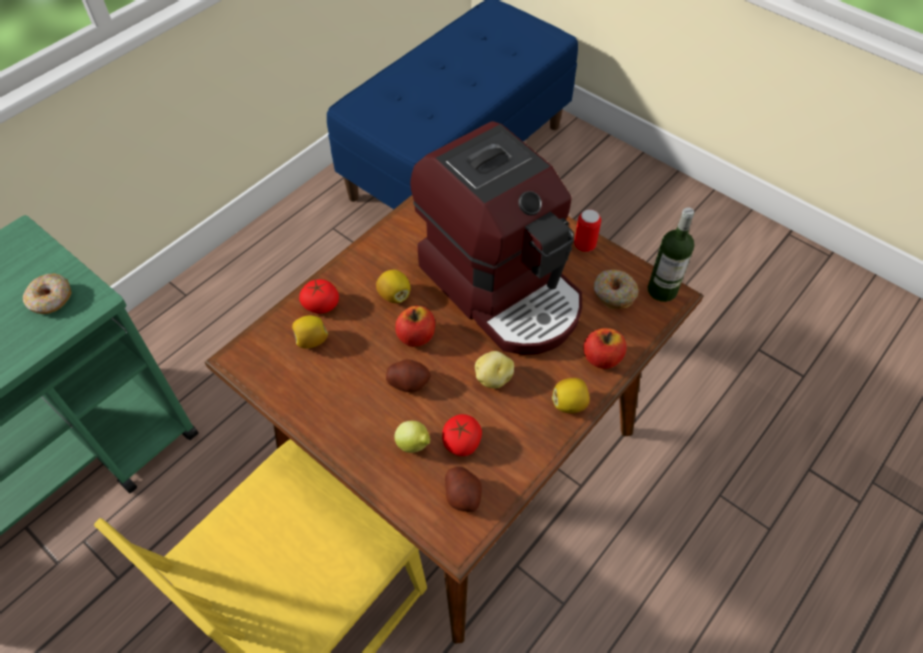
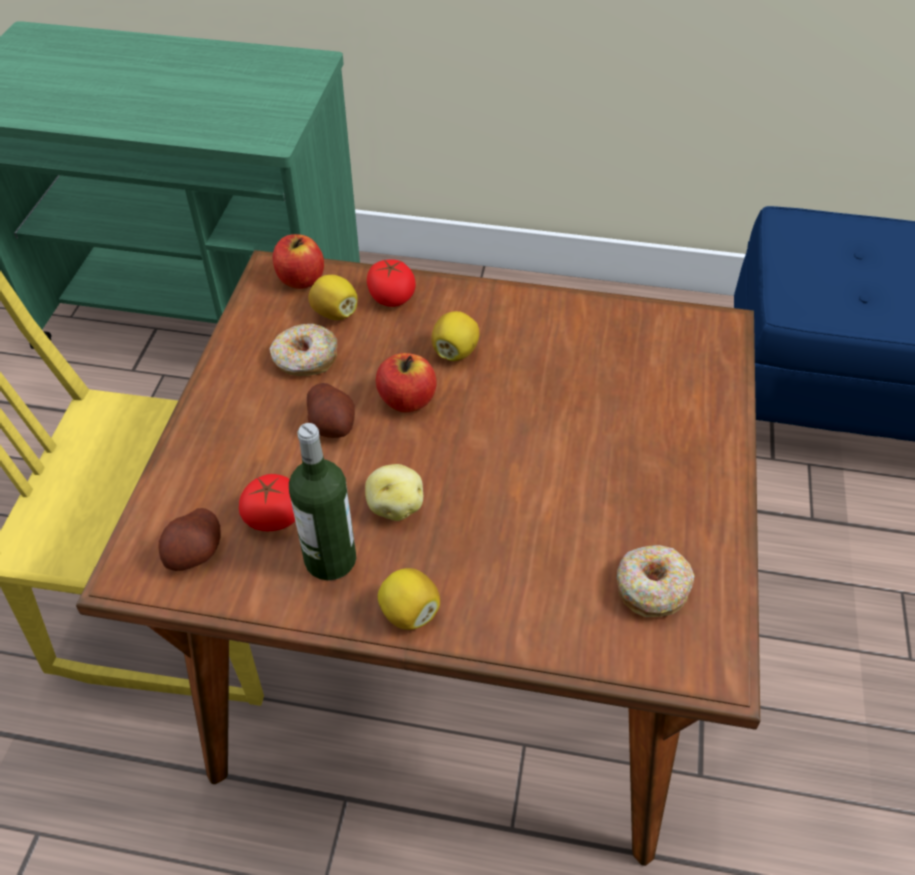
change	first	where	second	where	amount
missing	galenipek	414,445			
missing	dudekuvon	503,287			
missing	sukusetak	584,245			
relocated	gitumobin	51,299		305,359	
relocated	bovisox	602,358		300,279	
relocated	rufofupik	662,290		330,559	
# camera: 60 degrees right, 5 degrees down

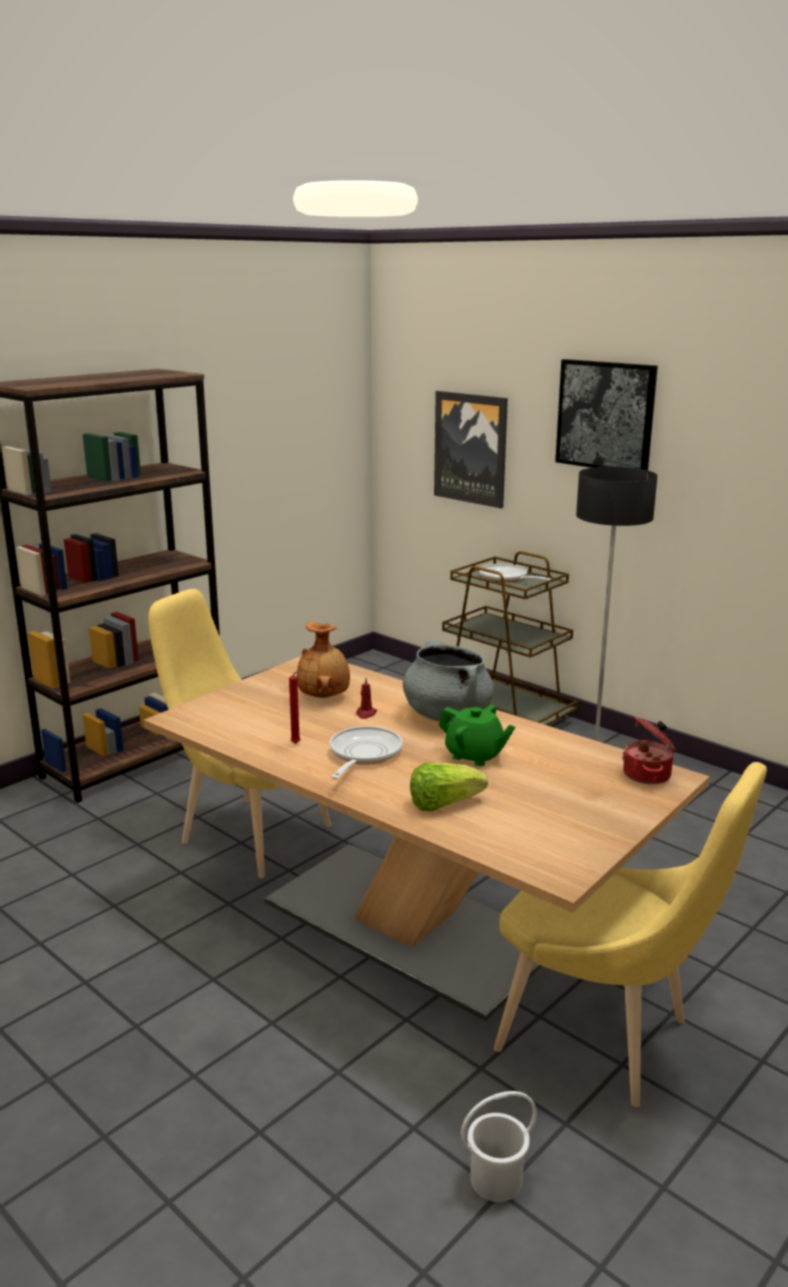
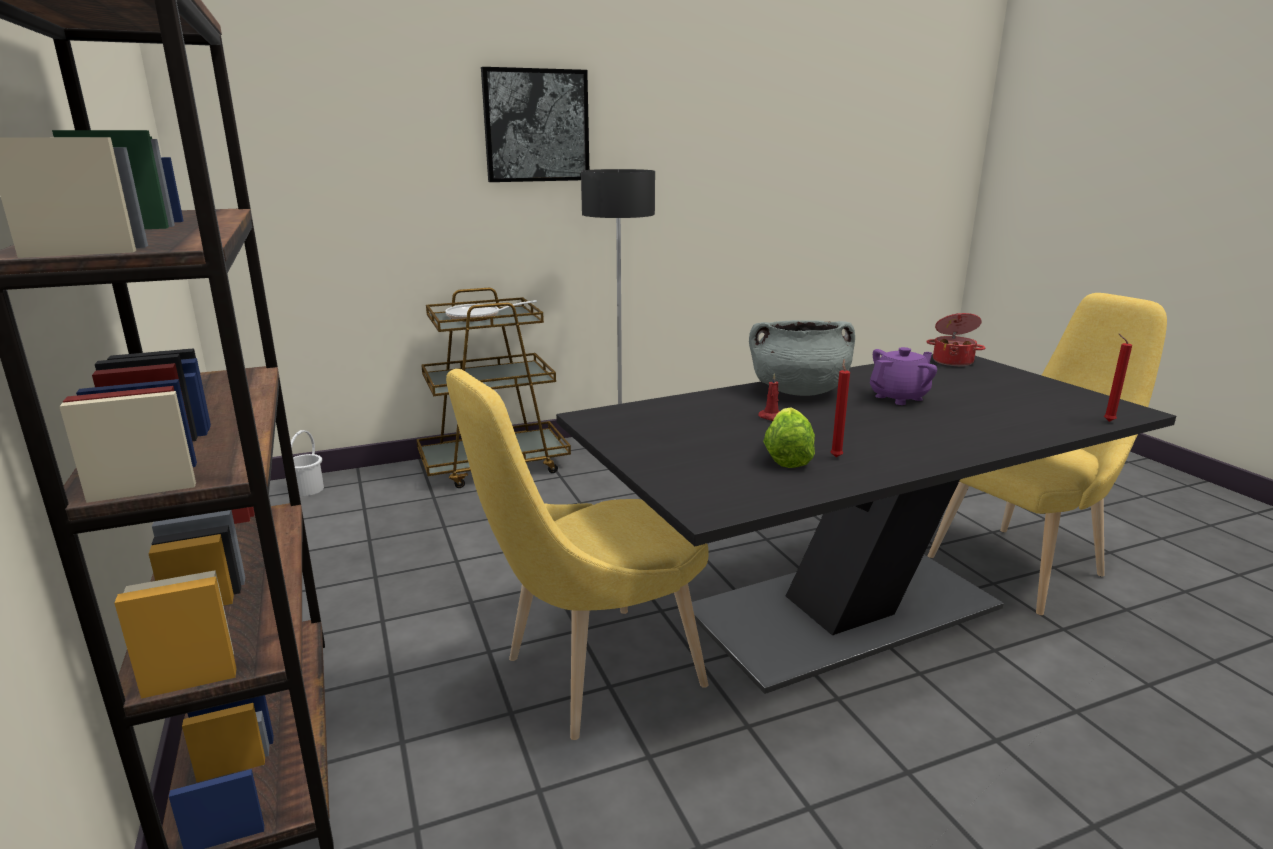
change	first	where	second	where	amount
missing	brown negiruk	325,697			
missing	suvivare	363,755			
missing	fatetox	471,448			
appeared			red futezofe	1107,421	
relocated	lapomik	443,804		787,457	
relocated	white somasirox	497,1180		309,489	
colour	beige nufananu	408,925	black nufananu	843,610	
colour	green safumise	475,756	purple safumise	899,397	
# camera: 65 degrees left, 0 degrees up

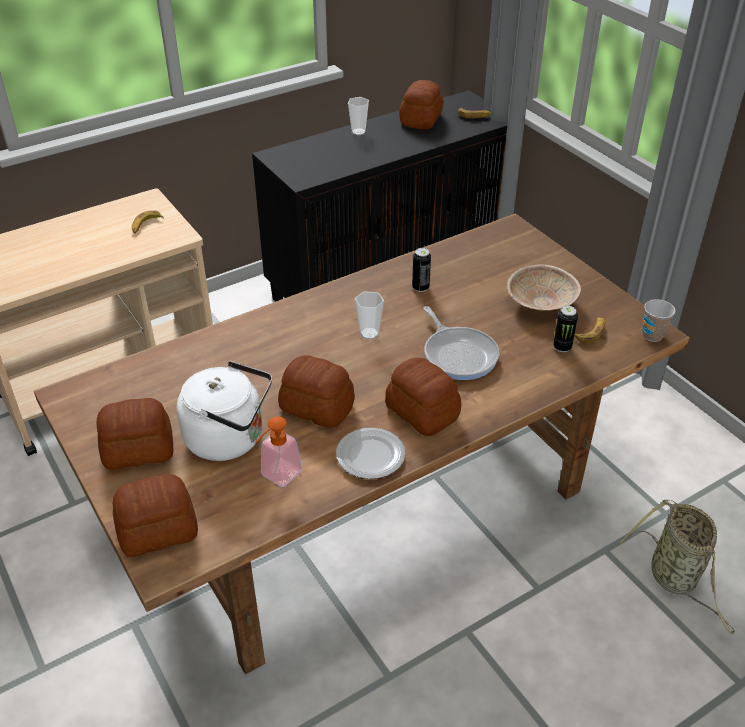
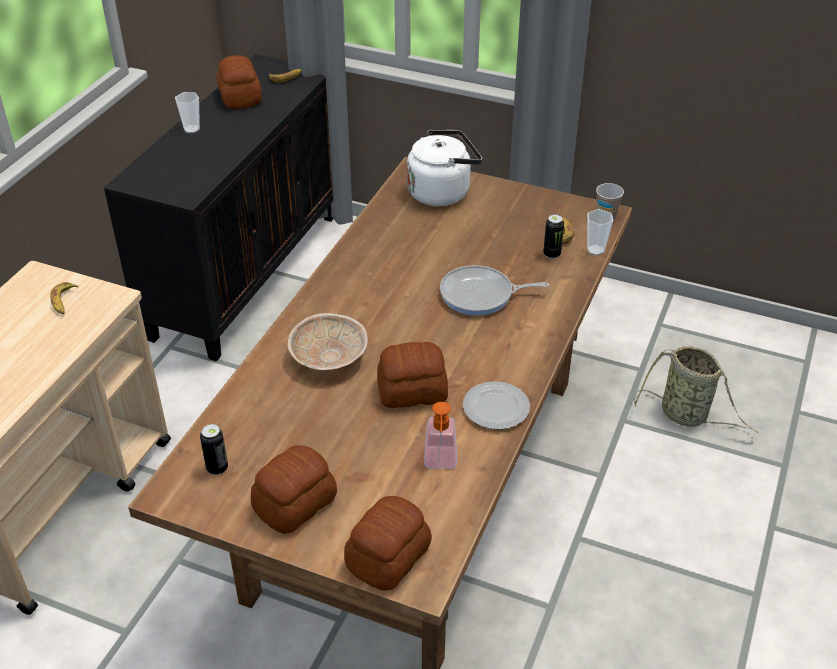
change	first	where	second	where	amount
missing	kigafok	422,412			
relocated	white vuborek	230,438		442,192	
relocated	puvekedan	369,333		595,250	
relocated	sukusetak	420,287		217,468	
relocated	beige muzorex	540,303		328,358	
spun	suvivare	459,354		480,295	150 degrees clockwise
# camera: 35 degrees left, 0 degrees up

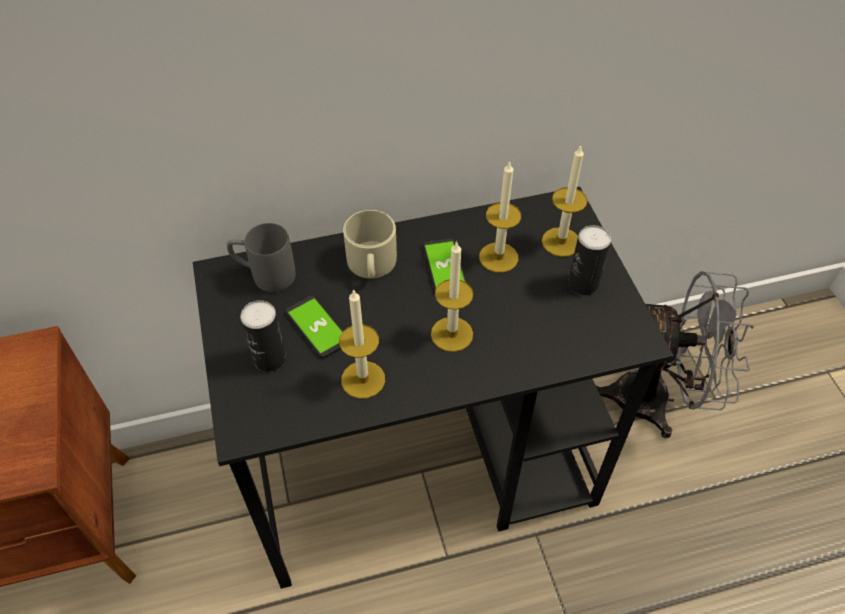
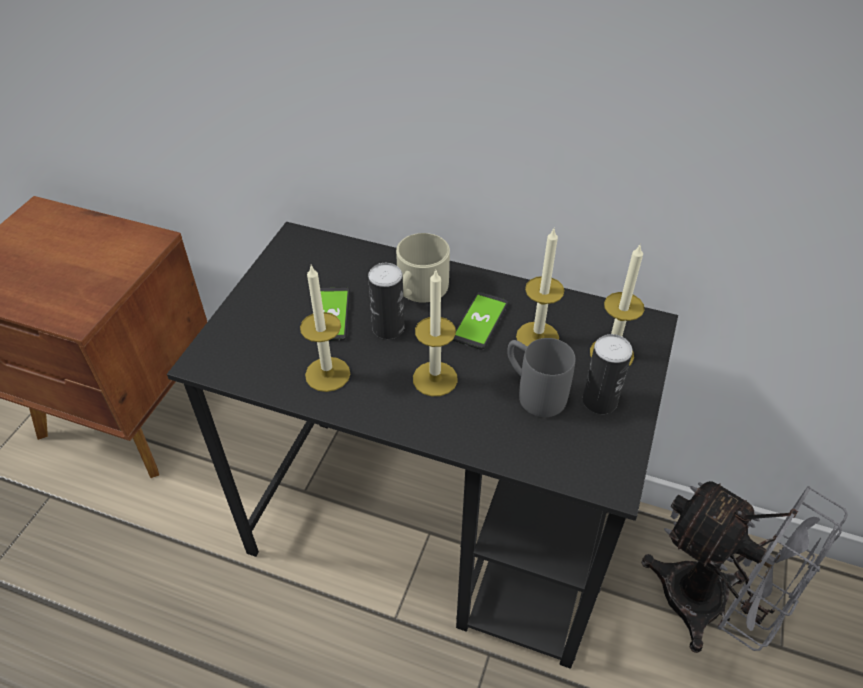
change	first	where	second	where	amount
relocated	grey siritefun	264,275		533,392	
relocated	sukusetak	269,358		388,328	
# camera: 35 degrees right, 5 degrees down

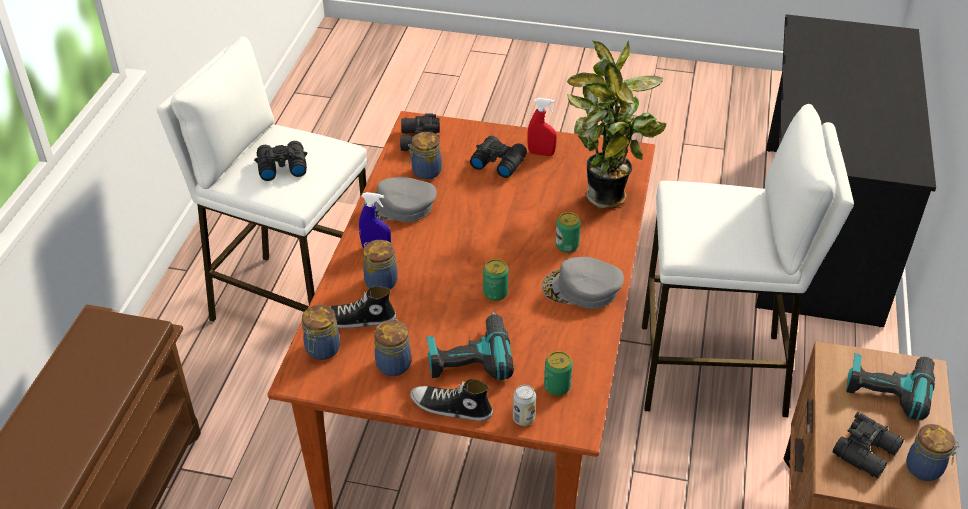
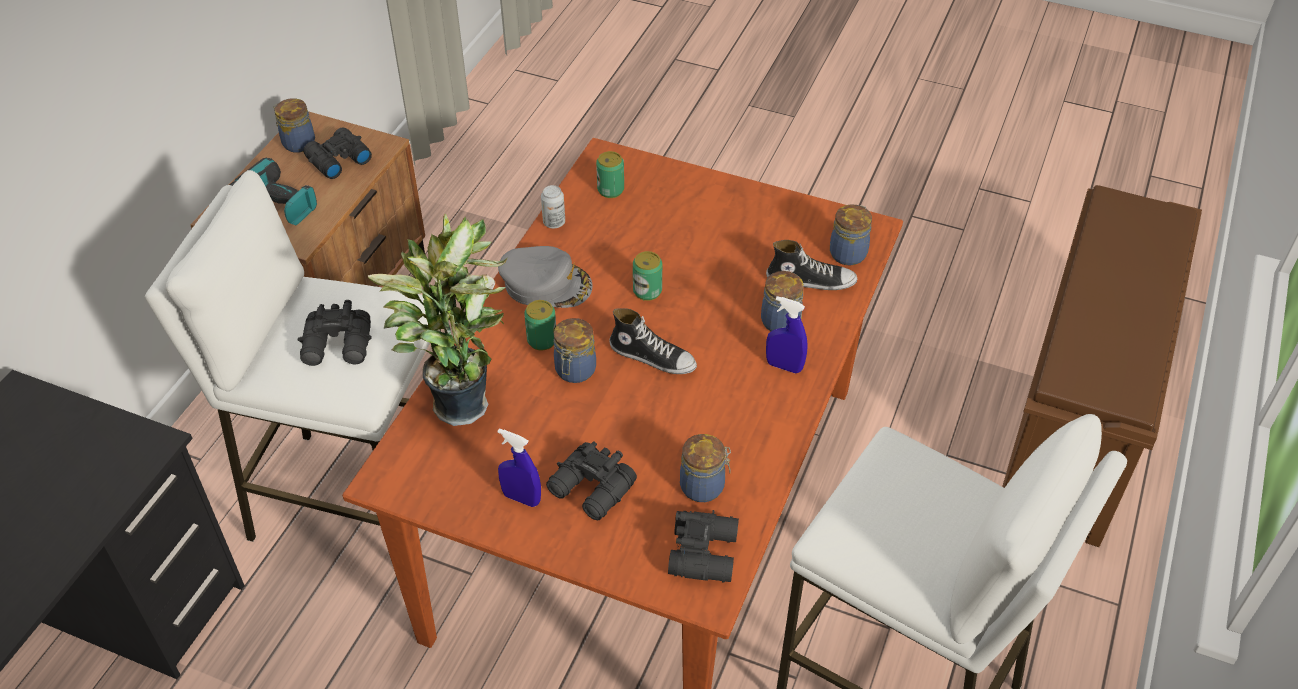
change	first	where	second	where	amount
missing	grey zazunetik	400,206			
missing	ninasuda	469,356			
relocated	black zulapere	281,166		339,346	
relocated	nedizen	394,363		574,371	
relocated	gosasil	451,408		653,356	
relocated	sukusetak	523,418		554,222	
colour	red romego	541,153	blue romego	521,498	
# camera: 170 degrees left, 5 degrees up

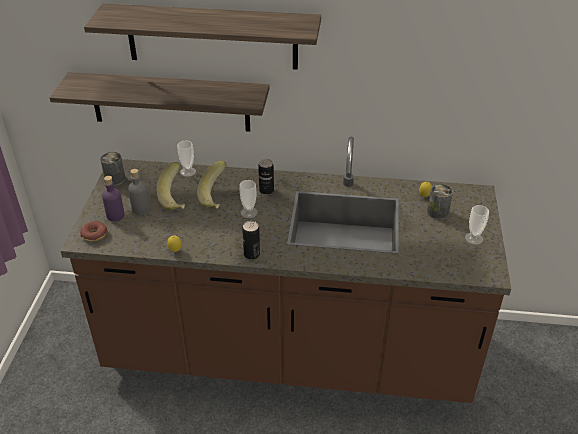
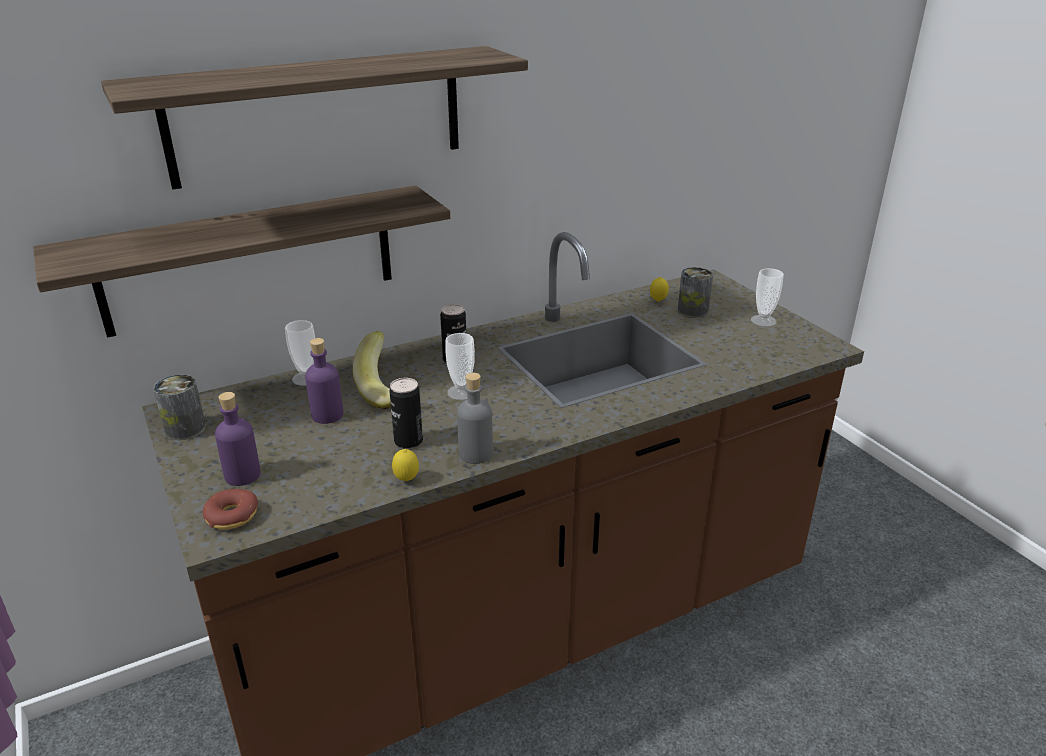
change	first	where	second	where	amount
relocated	grey rufofupik	140,208		475,454	
relocated	sukusetak	252,254		408,441	
exchanged	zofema	177,198	purple rufofupik	327,415	
# camera: 35 degrees left, 10 degrees down

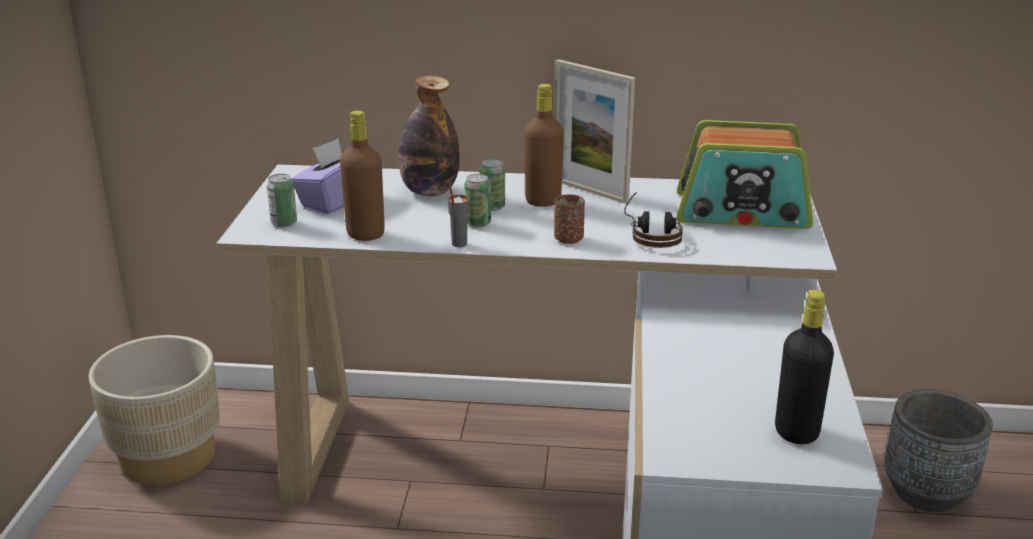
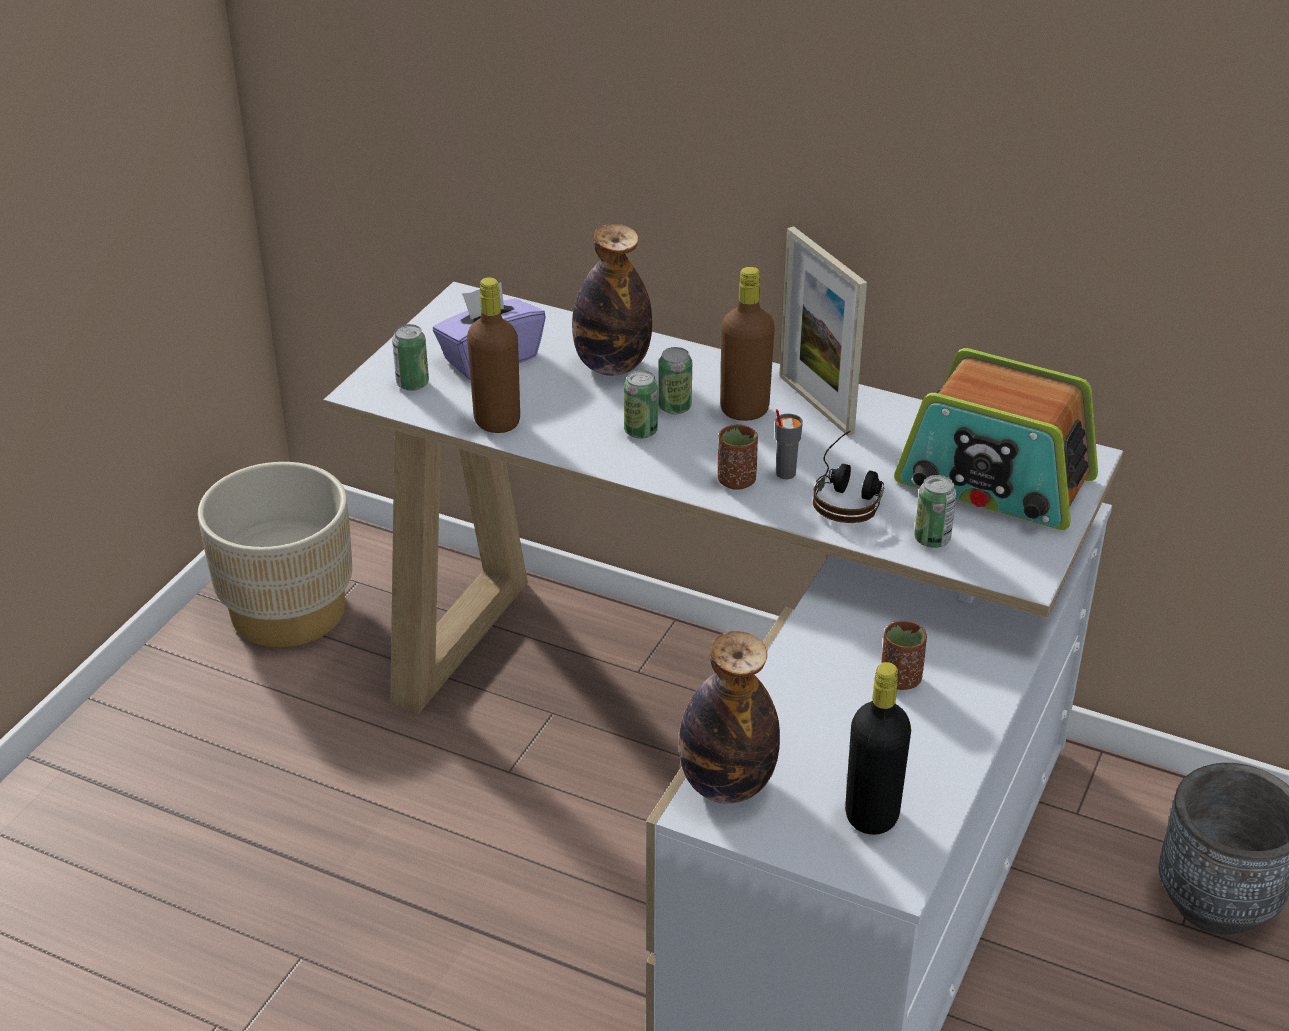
change	first	where	second	where	amount
appeared			rufofupik	727,785	
appeared			brown puvekedan	900,679	
appeared			sukusetak	932,539	
relocated	grey puvekedan	458,244		785,473	
# camera: 20 degrees right, 10 degrees up

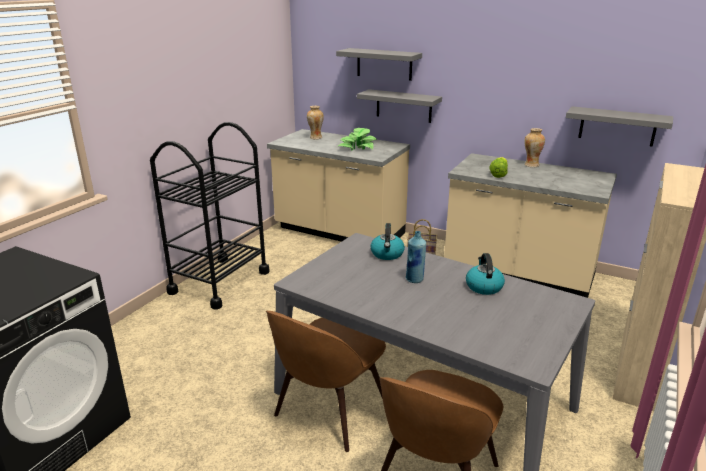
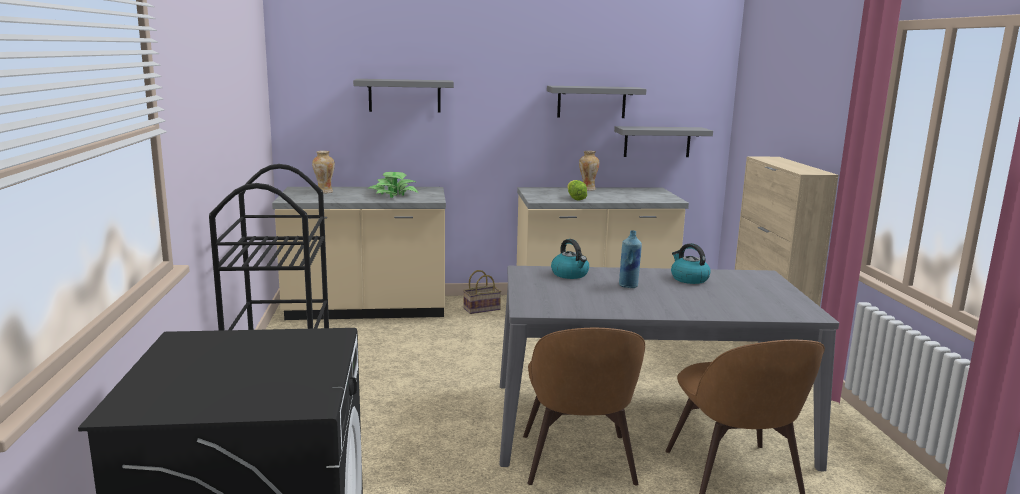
change	first	where	second	where	amount
relocated	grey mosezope	404,106		591,102	
# camera: 35 degrees left, 10 degrees down

